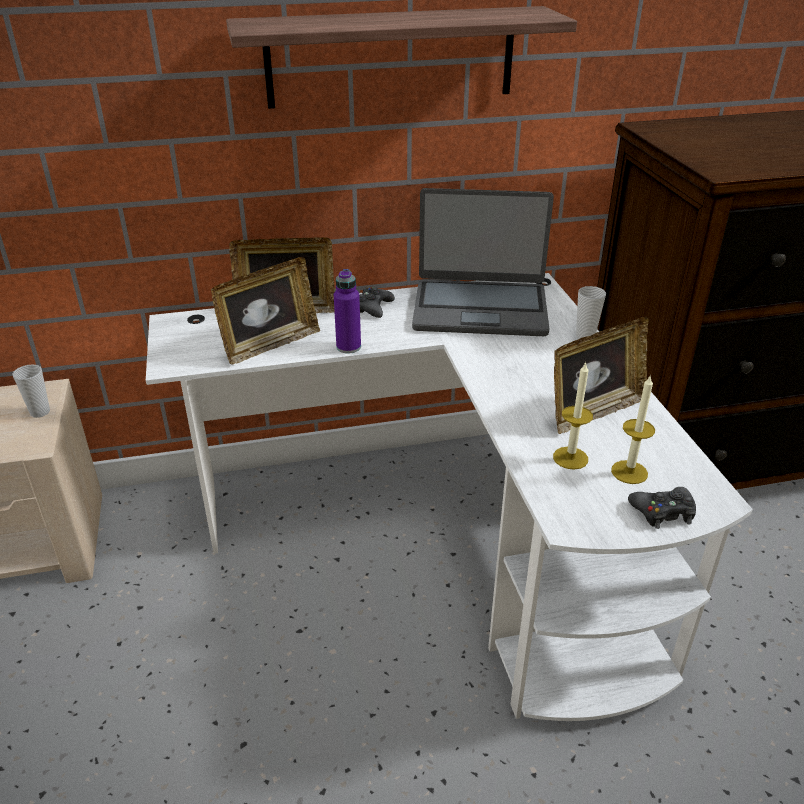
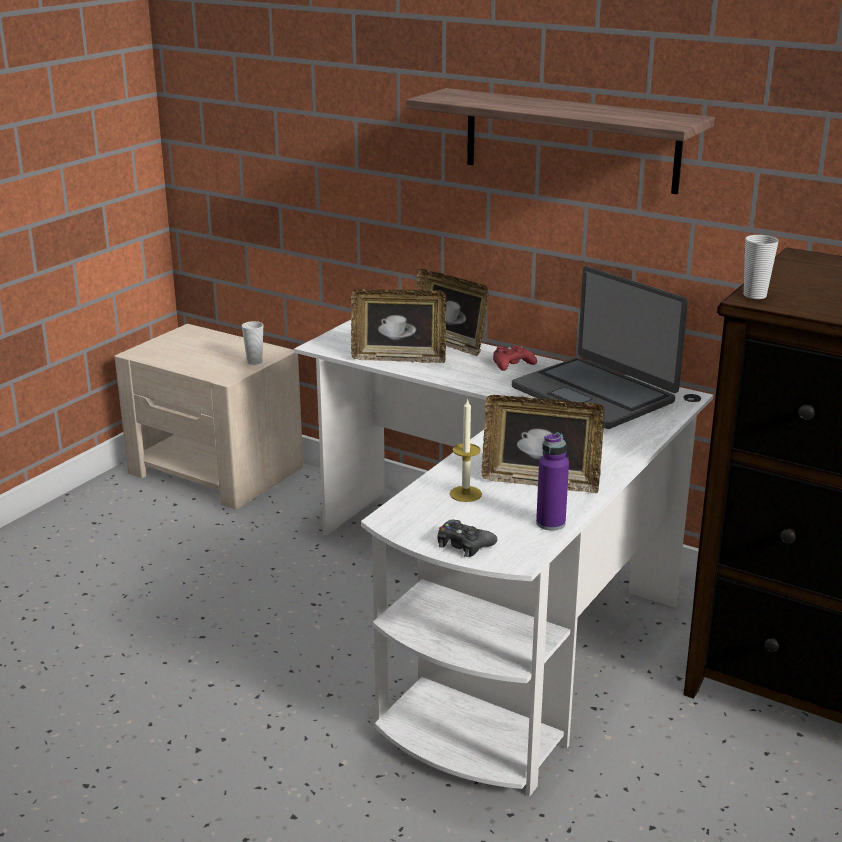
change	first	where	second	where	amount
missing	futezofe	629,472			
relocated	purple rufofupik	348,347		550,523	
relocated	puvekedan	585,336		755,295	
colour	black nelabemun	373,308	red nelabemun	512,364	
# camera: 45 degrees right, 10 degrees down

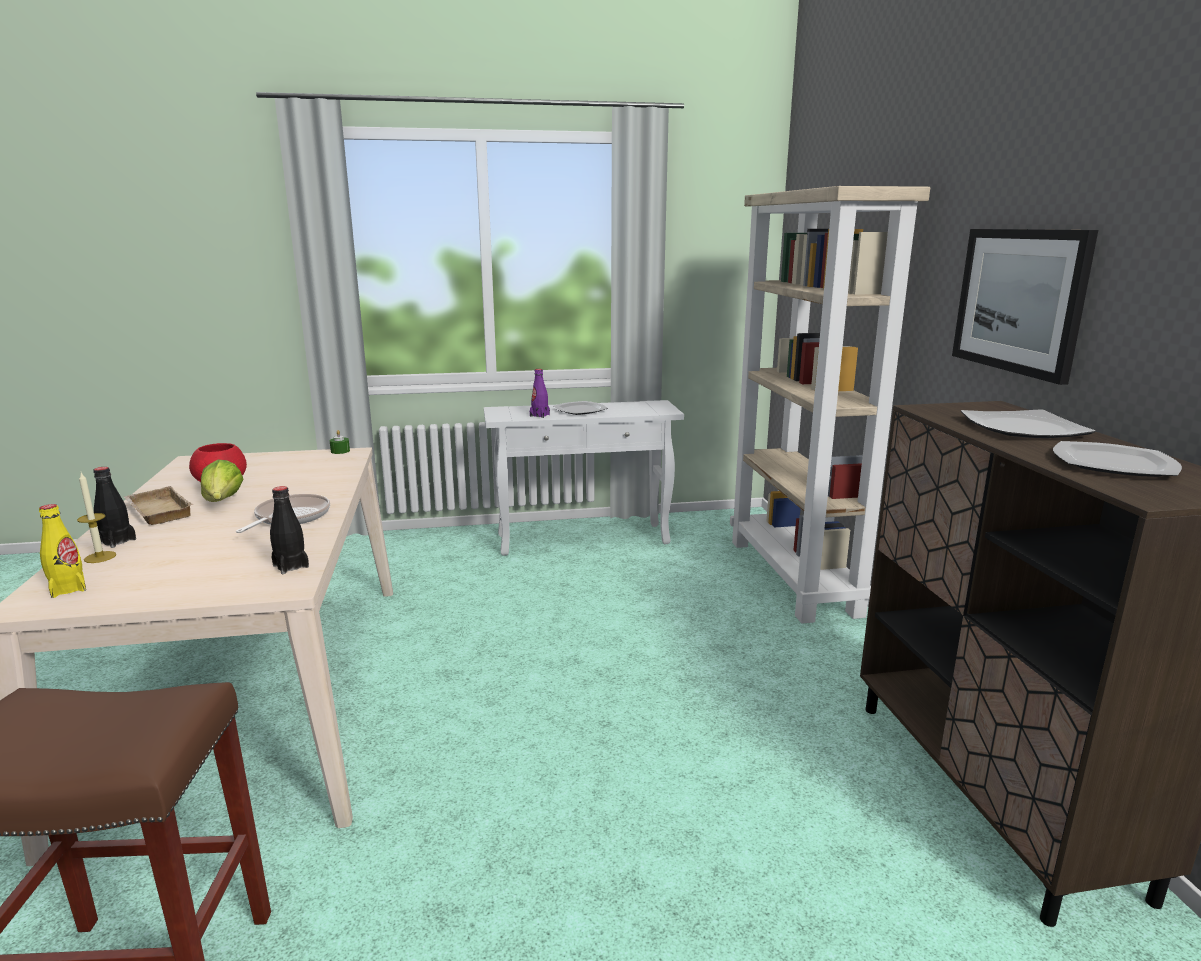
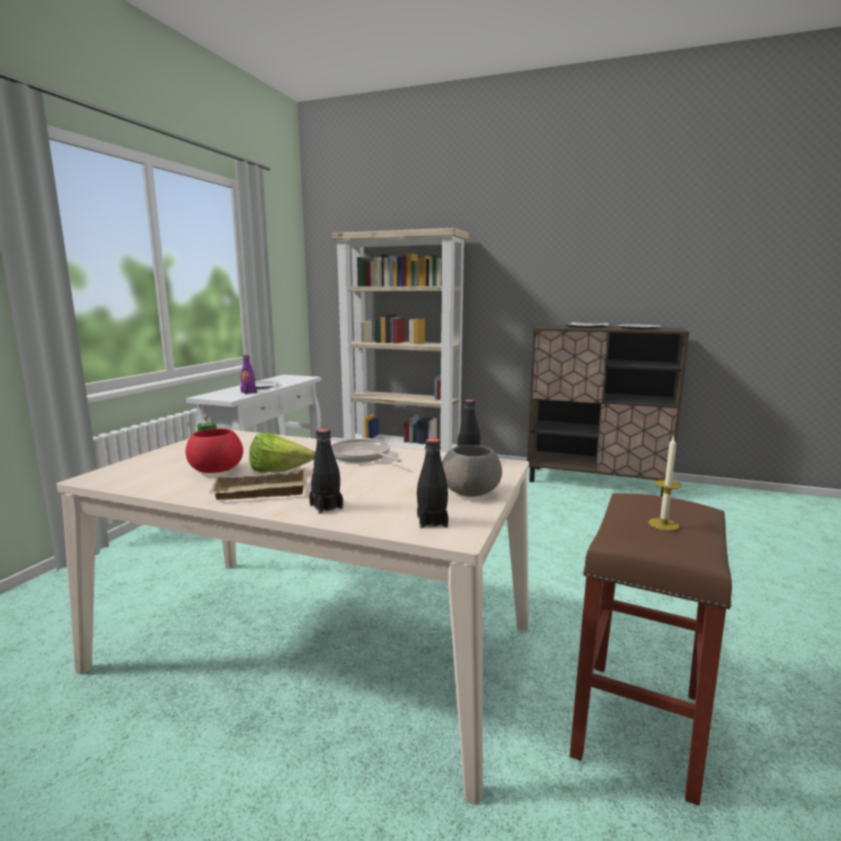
change	first	where	second	where	amount
missing	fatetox	1019,300			
appeared			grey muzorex	471,492	
relocated	futezofe	100,557		663,524	
colour	yellow rufofupik	68,589	black rufofupik	432,521	
# camera: 60 degrees left, 5 degrees down

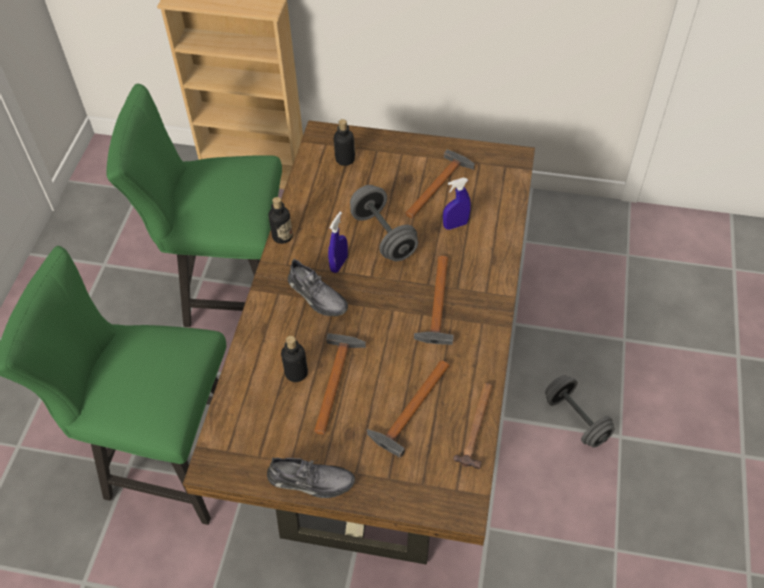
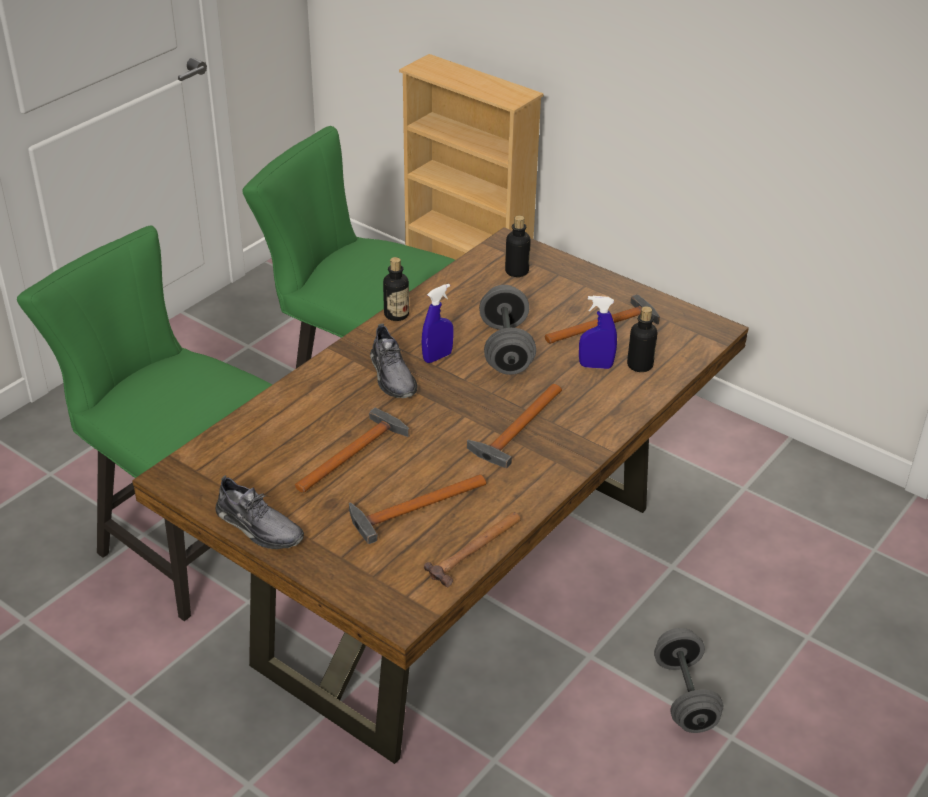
change	first	where	second	where	amount
relocated	rufofupik	296,373		640,365	
# camera: 25 degrees right, 15 degrees down

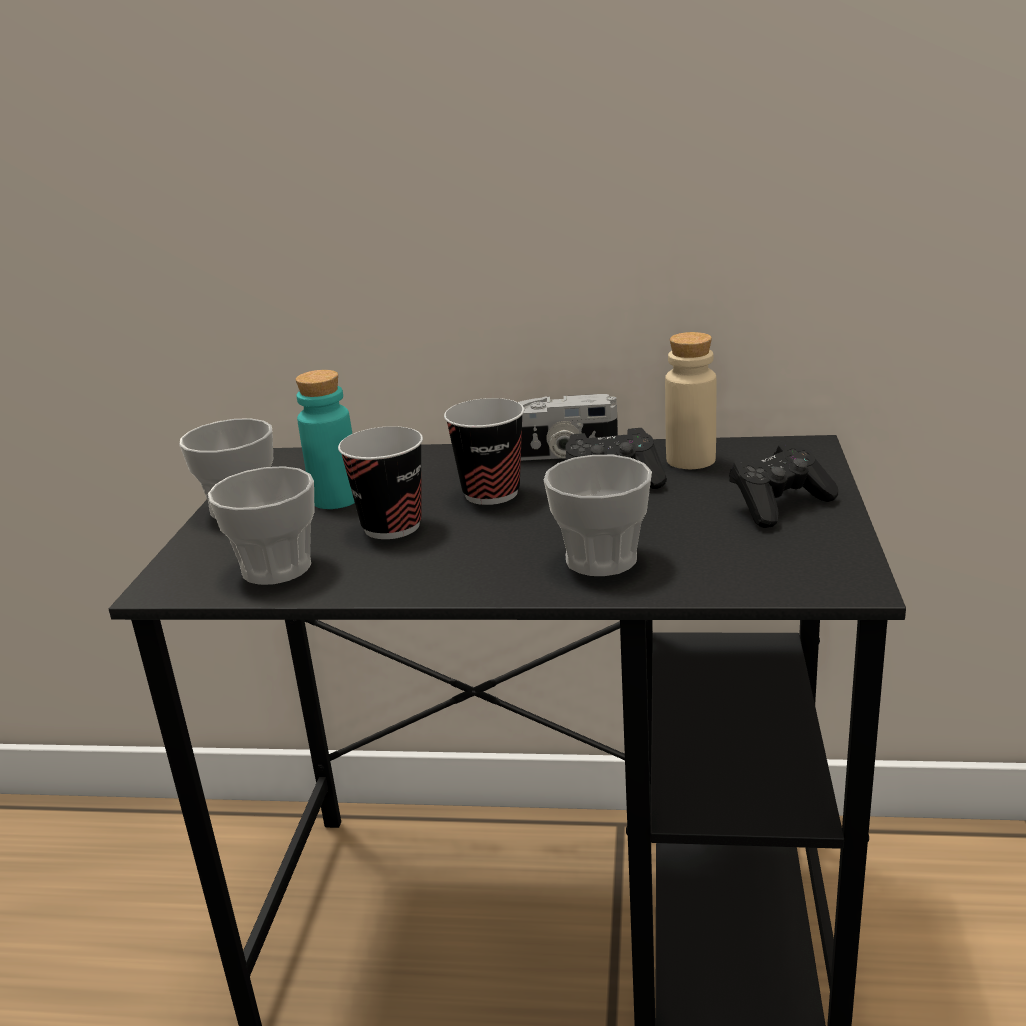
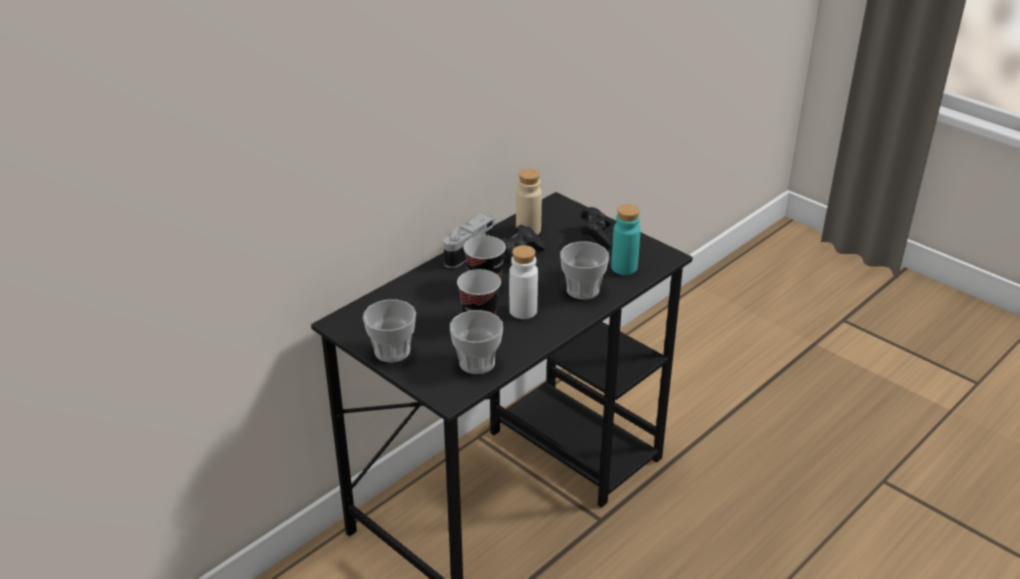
change	first	where	second	where	amount
appeared			white rufofupik	523,311	
relocated	turquoise rufofupik	336,499		624,267	
# camera: 55 degrees left, 10 degrees up

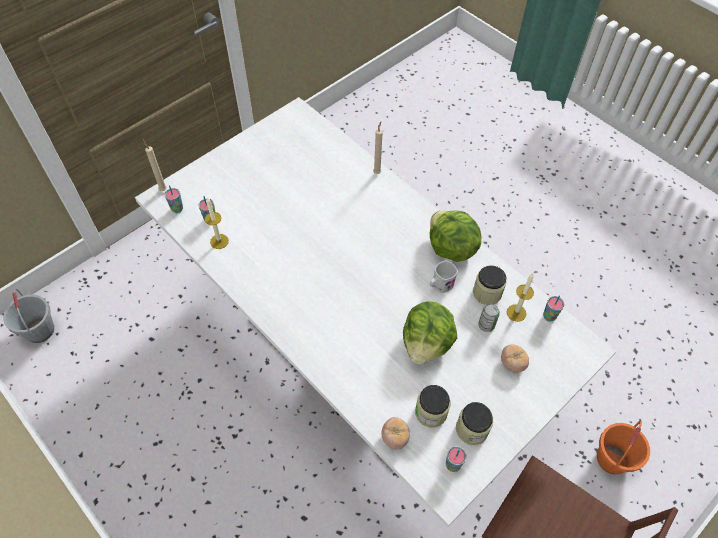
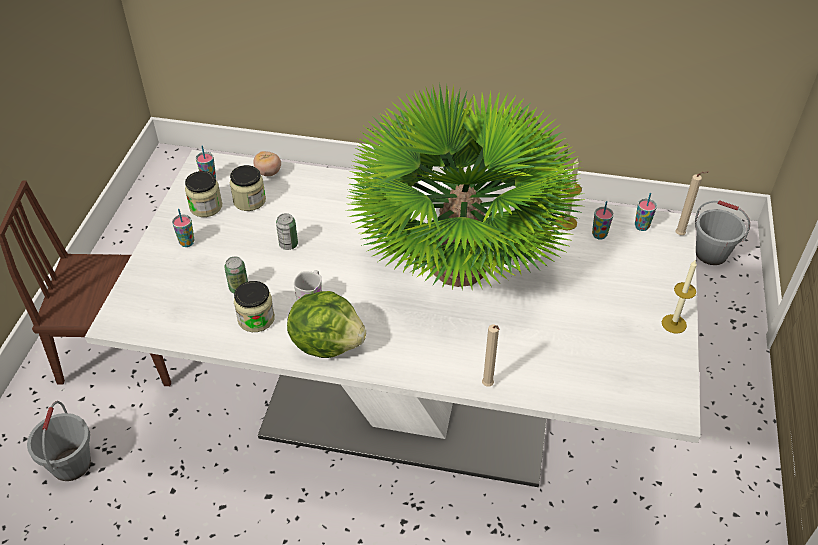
change	first	where	second	where	amount
missing	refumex	512,364			
appeared			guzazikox	458,266	
relocated	futezofe	516,313		674,324	
relocated	puvekedan	549,316		187,242	
exchanged	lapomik	427,343	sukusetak	288,244	
colour	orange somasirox	612,459	grey somasirox	71,464	
# camera: 145 degrees right, 10 degrees down

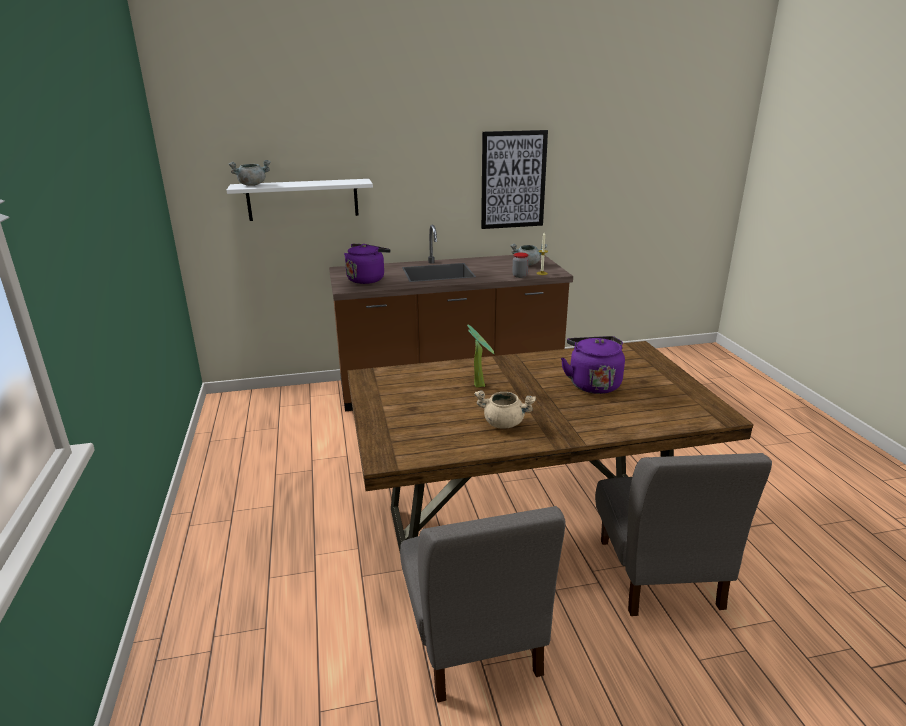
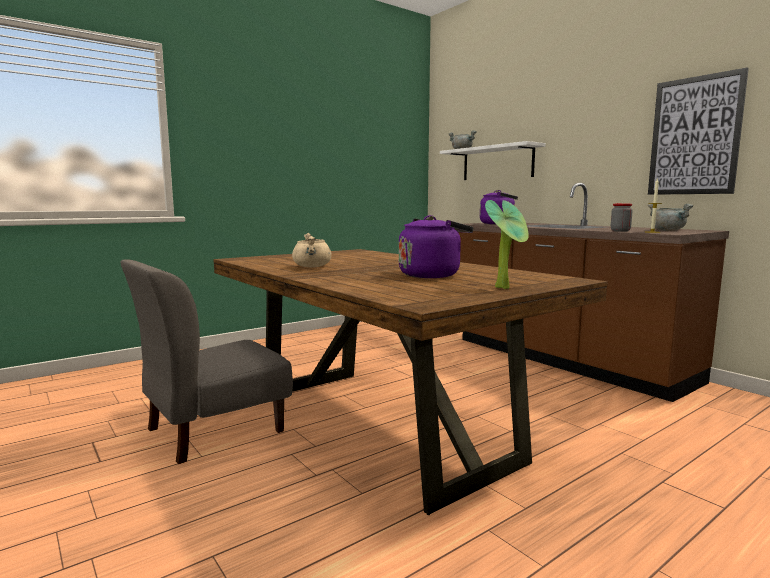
change	first	where	second	where	amount
missing	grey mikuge	658,573			
relocated	guzazikox	480,385		505,288	
# camera: 65 degrees right, 15 degrees down

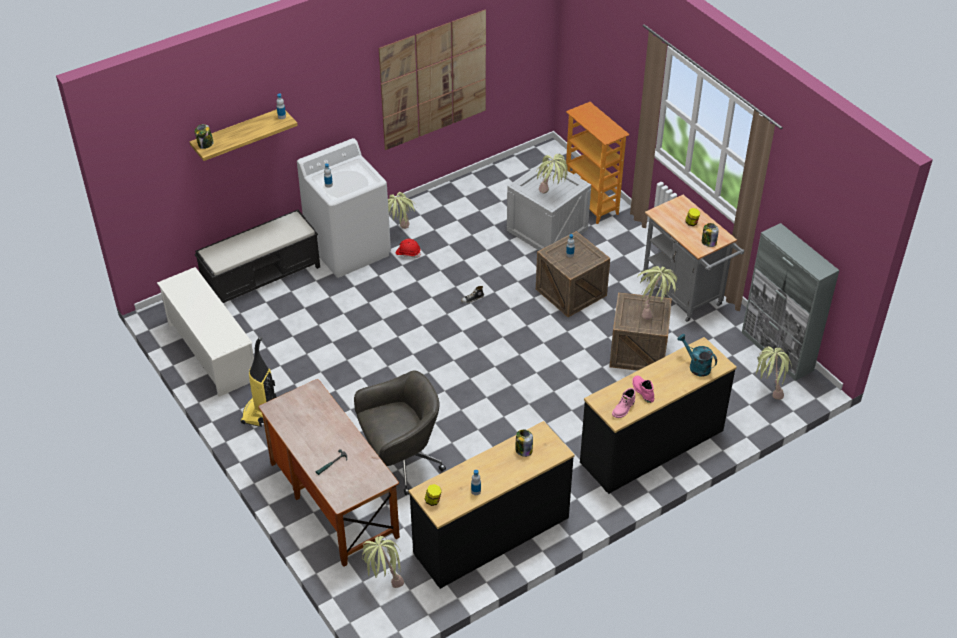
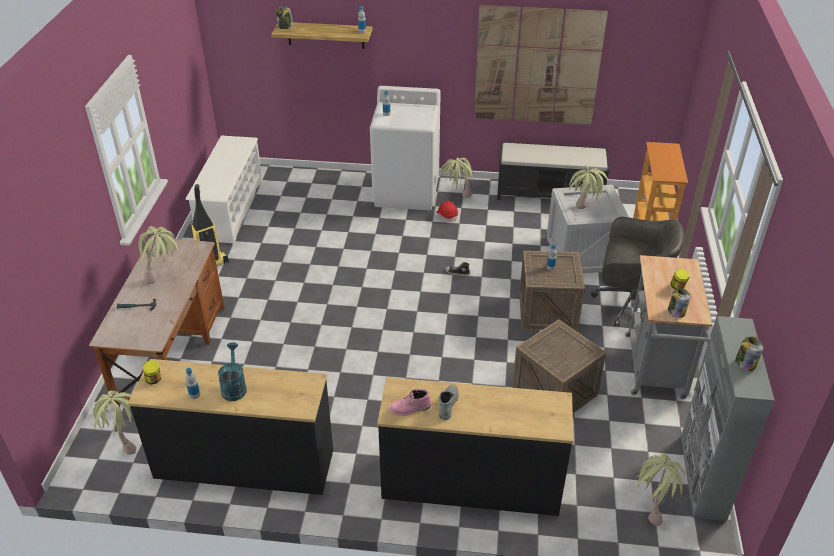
change	first	where	second	where	amount
relocated	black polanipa	262,277		550,193	
relocated	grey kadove	400,462		629,303	
relocated	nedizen	523,450		745,363	
relocated	guzazikox	654,311		165,280	
relocated	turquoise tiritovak	696,366		234,387	
colour	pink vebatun	642,391	grey vebatun	447,404	
# camera: 40 degrees right, 5 degrees down

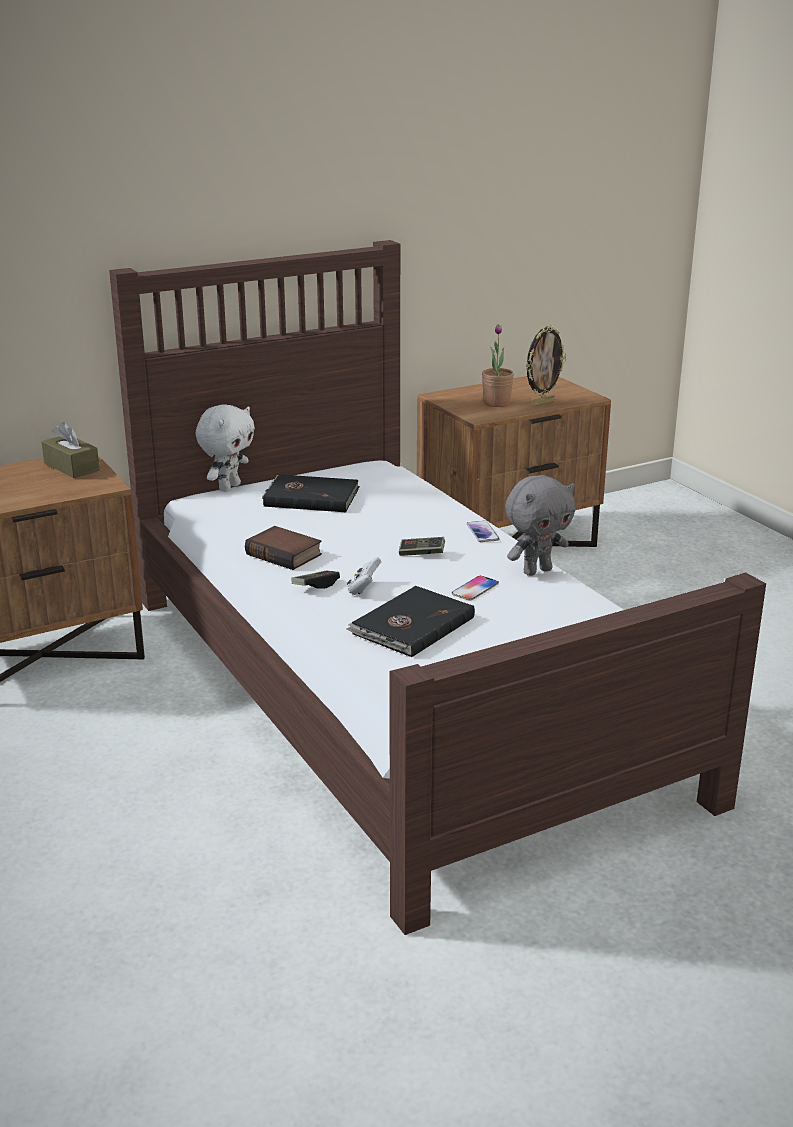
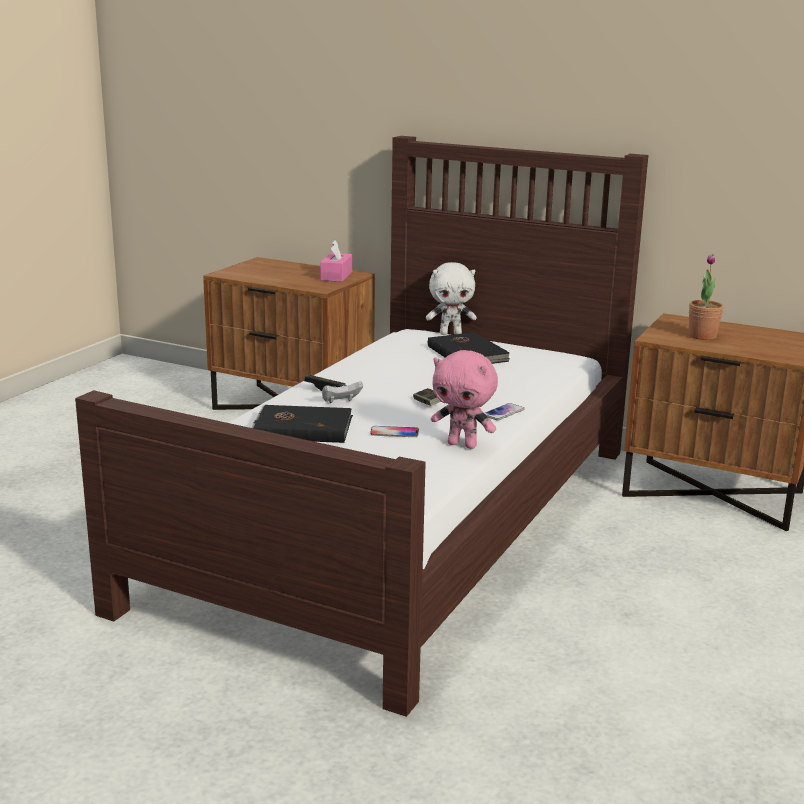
change	first	where	second	where	amount
missing	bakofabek	286,554			
missing	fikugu	542,403			
colour	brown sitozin	71,467	pink sitozin	336,276	
colour	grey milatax	537,571	pink milatax	463,445	
# camera: 55 degrees right, 5 degrees down

